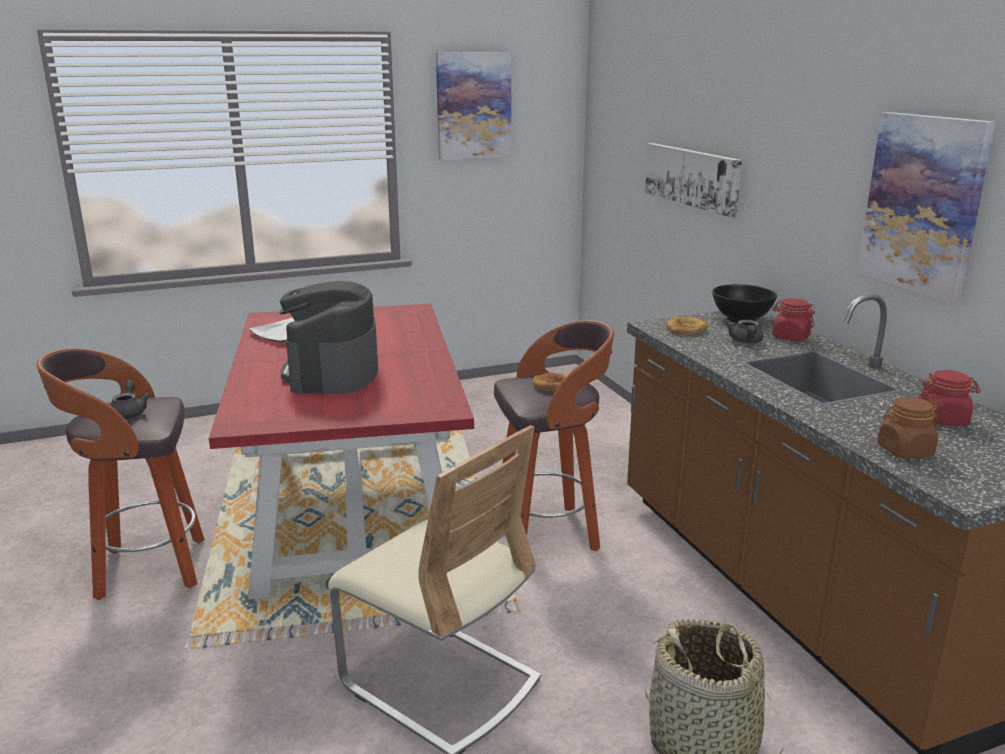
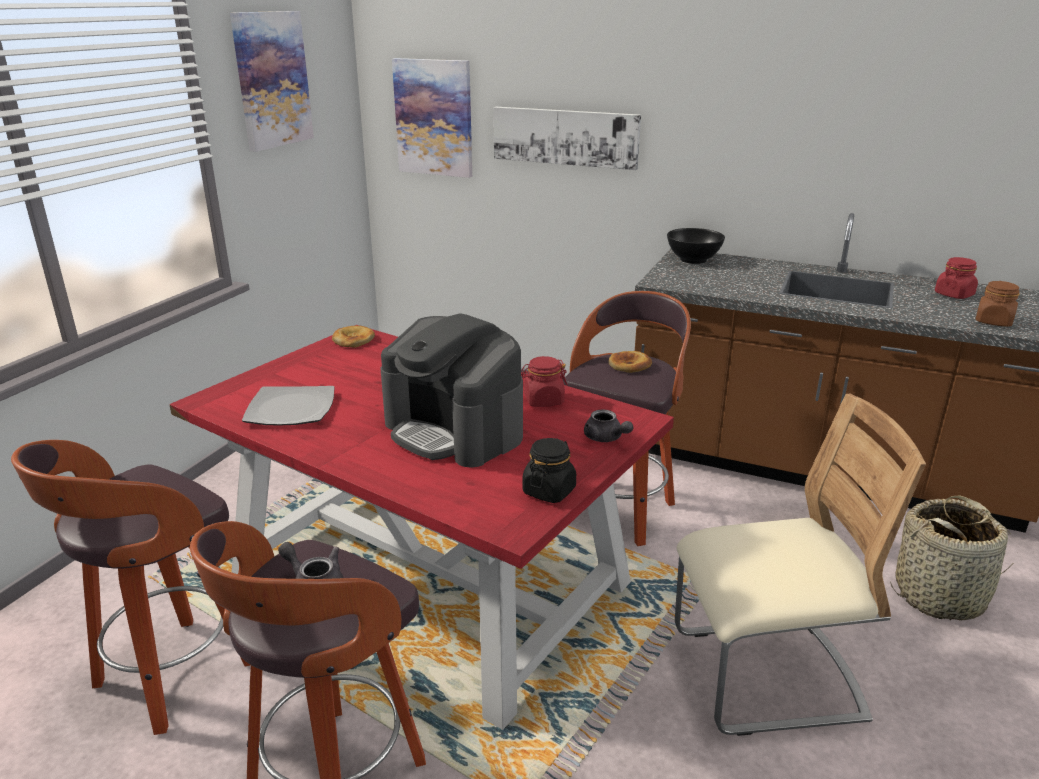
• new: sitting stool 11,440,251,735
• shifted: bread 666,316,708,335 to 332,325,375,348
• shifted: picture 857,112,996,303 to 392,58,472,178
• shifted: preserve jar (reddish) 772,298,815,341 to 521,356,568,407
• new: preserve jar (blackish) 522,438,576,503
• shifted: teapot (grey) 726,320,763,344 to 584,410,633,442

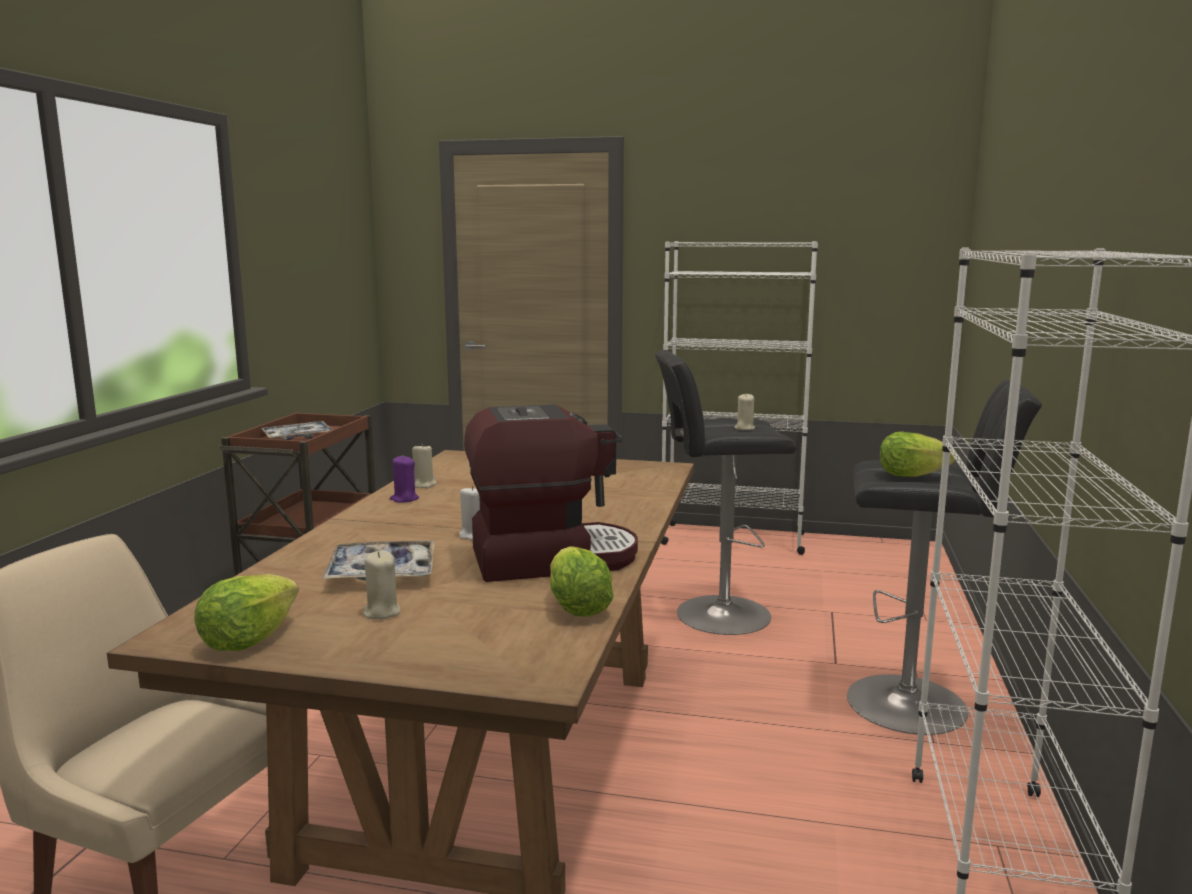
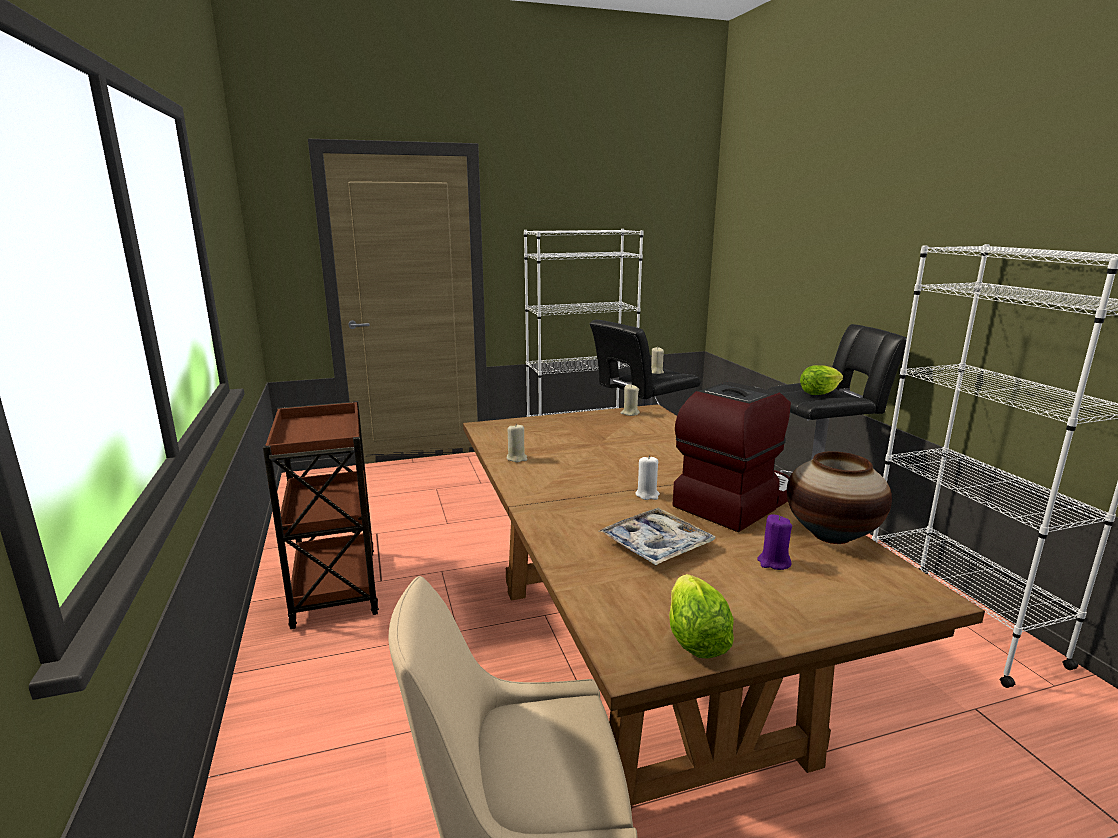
• shifted: wax light (beige) 363,551,400,619 to 620,384,640,416
• shifted: wax light (purple) 390,455,419,503 to 757,514,792,570
• swapped: lettuce head 550,546,614,617 to vase 787,451,892,544
• gone: serving tray 262,421,333,440

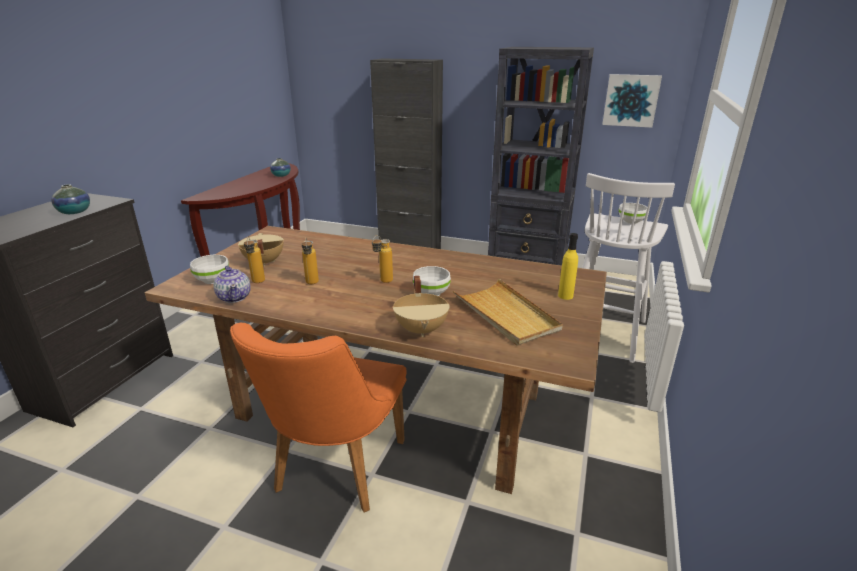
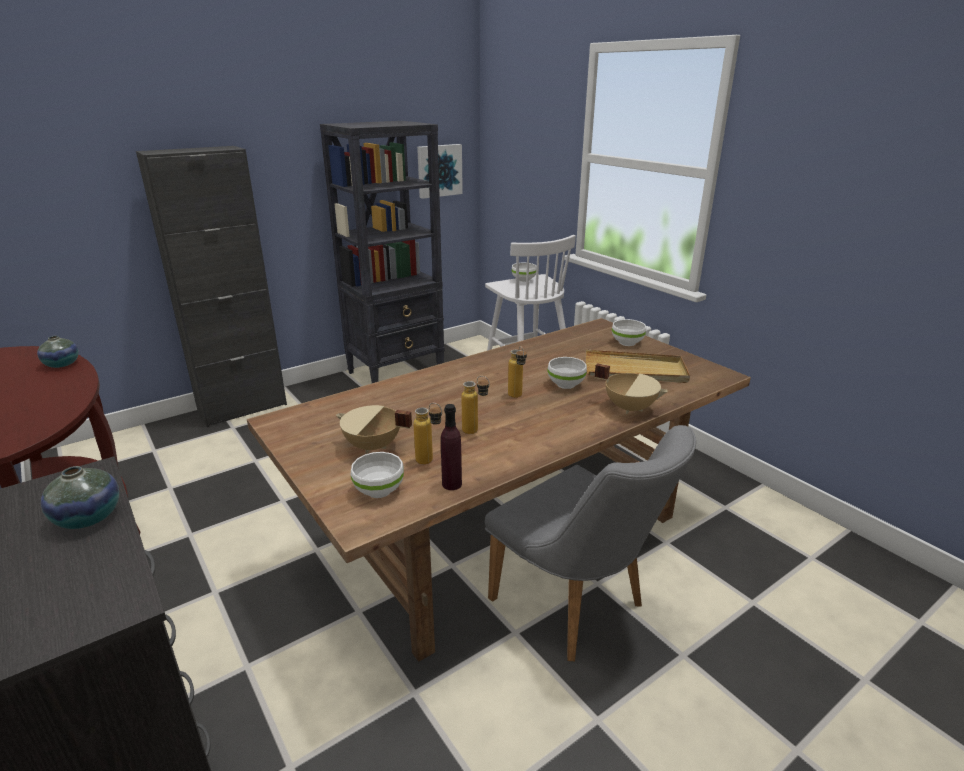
• swapped: teapot 213,265,251,303 to bottle (purple) 441,404,462,490
• repainted: upright chair (orange-coloured) 230,323,407,513 to upright chair (grey) 485,425,696,661
• swapped: bottle (yellowish) 558,233,578,300 to serving bowl (whitish) 612,319,646,346

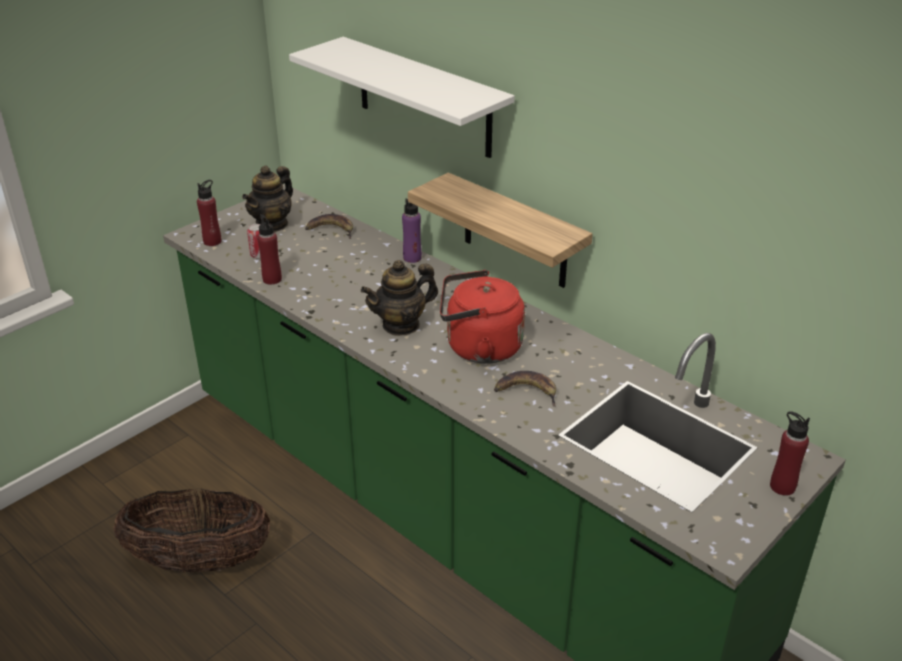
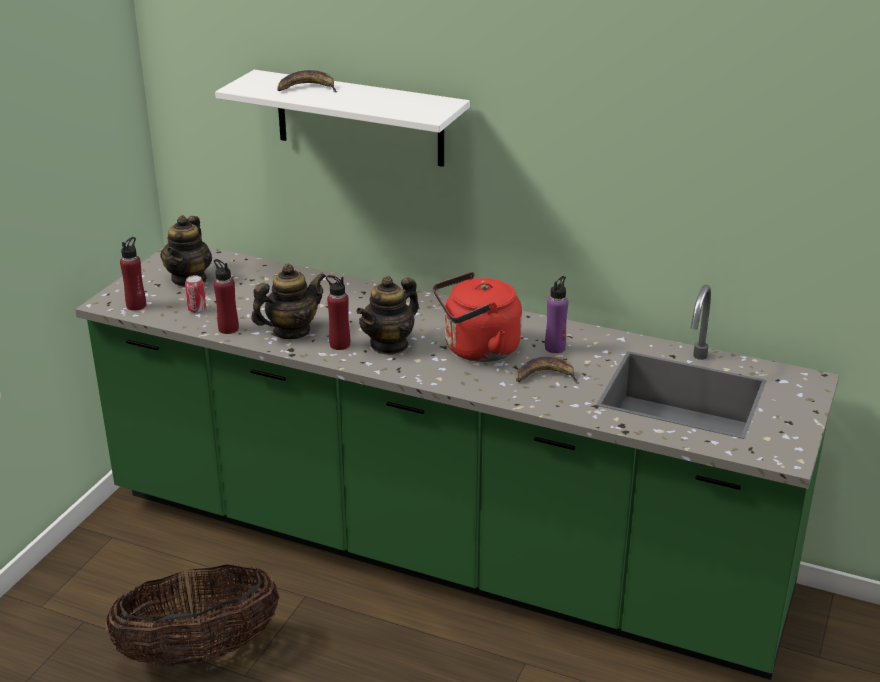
• new: teapot 251,264,326,339
• shifted: whole banana 305,214,353,239 to 277,70,337,92
• shifted: bottle (reddish) 770,411,810,496 to 326,275,350,350
• shifted: bottle (purple) 402,198,422,263 to 545,276,568,353
• gone: wall shelf 408,173,593,288

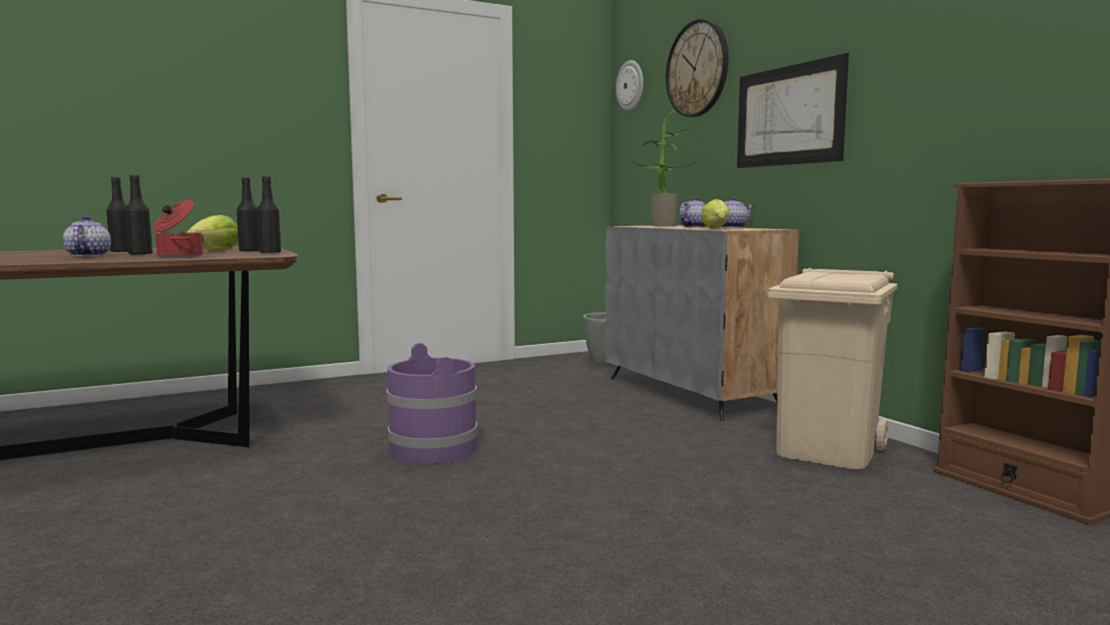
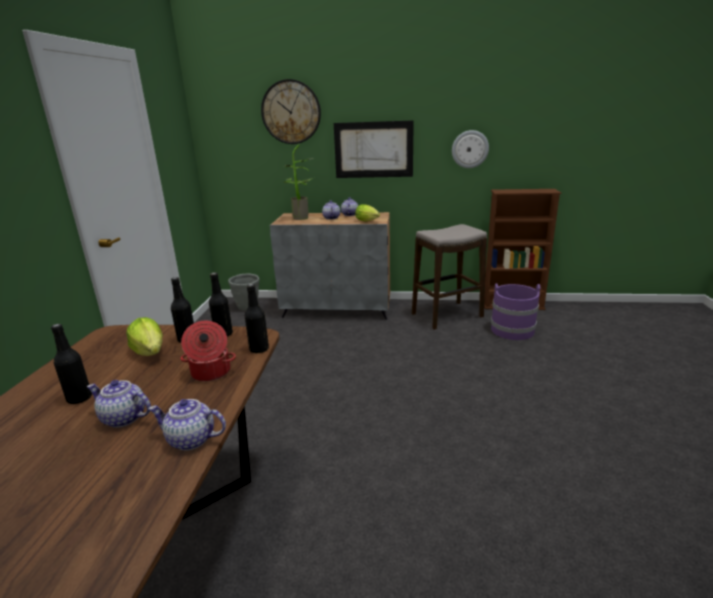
• new: teapot 148,399,226,451
• shifted: bottle (blackish) 125,175,153,255 to 245,284,269,354
• swapped: trash can (beige) 768,268,897,469 to sitting stool 412,224,487,330
• shifted: hanging clock 616,60,643,111 to 452,130,489,168
• shifted: water bucket (purple) 386,343,478,464 to 491,283,540,340

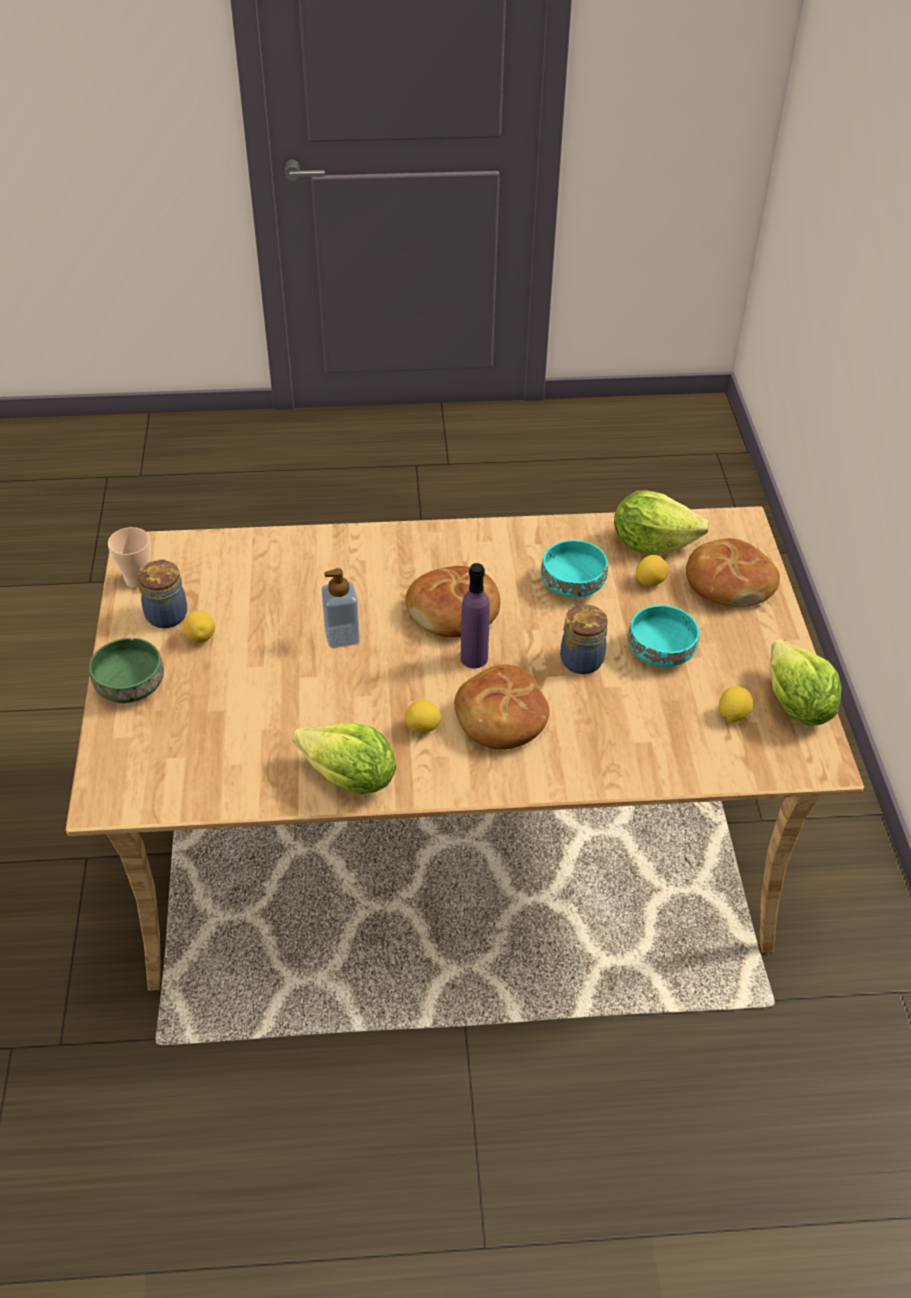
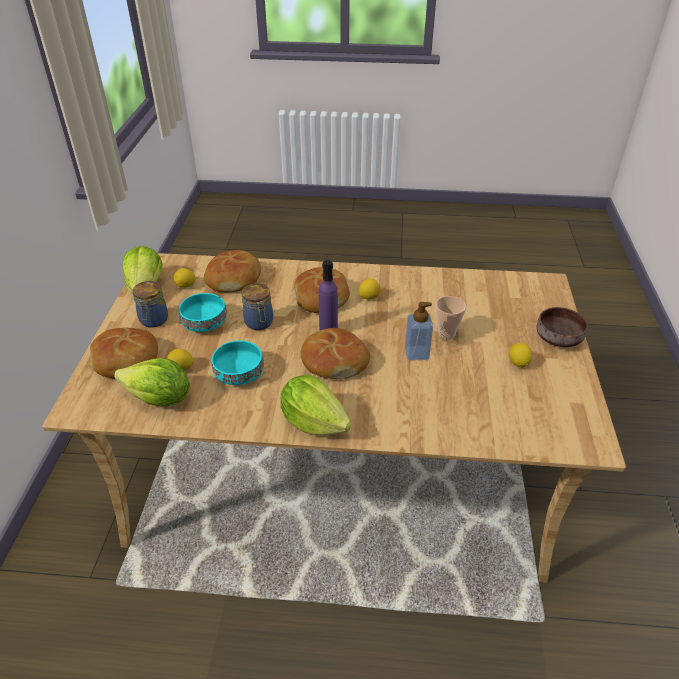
• shifted: preserve jar 138,559,187,628 to 132,281,168,328
• new: bread 204,250,261,292
• shifted: lettuce head 293,723,396,794 to 281,375,352,435
• shifted: drinking cup 108,527,151,588 to 436,296,466,340
• repainted: serving bowl (green) 89,638,164,703 to serving bowl (brown) 536,307,588,347

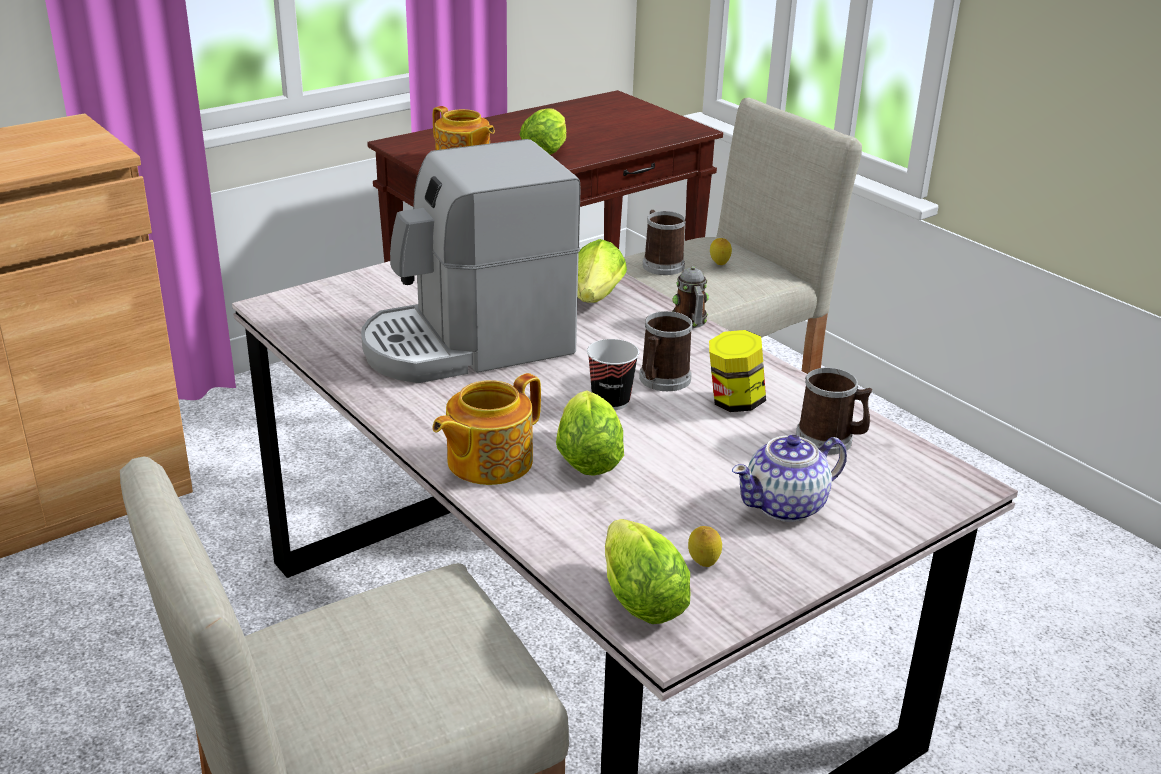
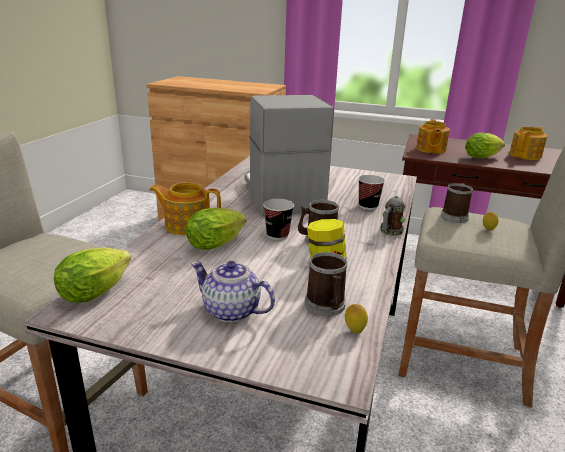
• rotated: coffee brewer 361,139,581,383 = 245,95,334,216 45 degrees clockwise
• shifted: lemon 688,526,722,567 to 345,304,368,334
• swapped: lettuce head 577,239,627,303 to drinking cup 358,175,385,210
• new: teapot 509,126,547,160

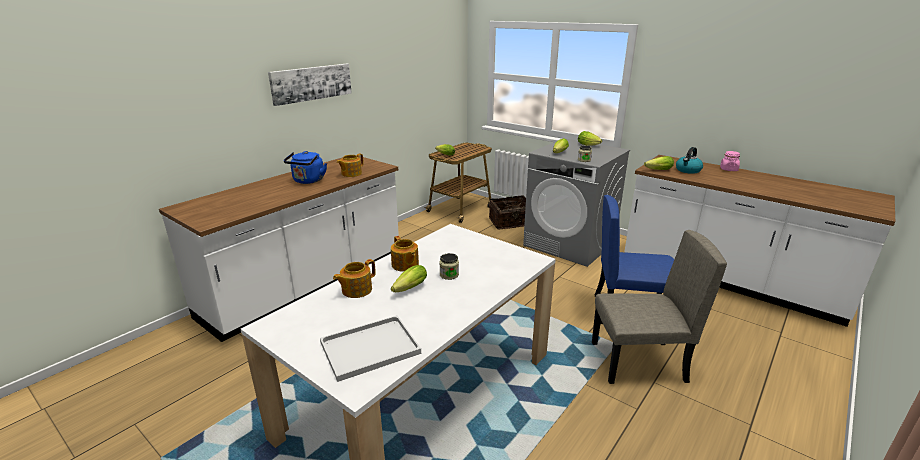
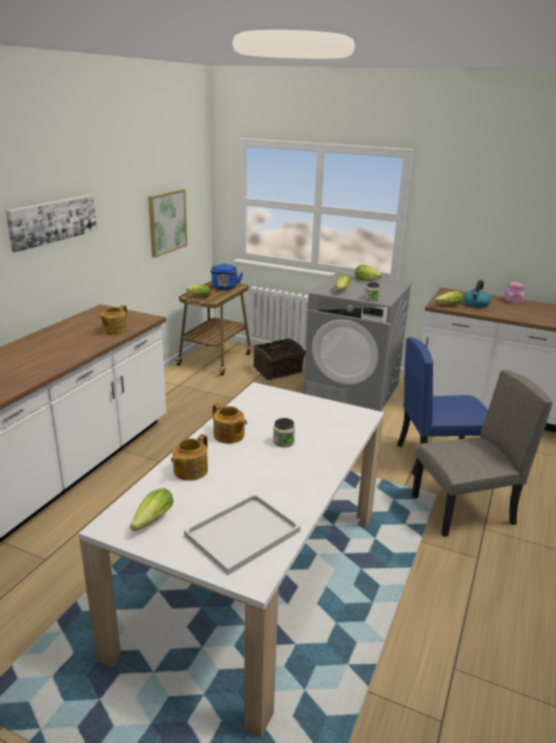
• shifted: lettuce head 391,265,427,292 to 130,488,173,531
• new: picture 148,189,187,258
• shifted: tea kettle (blue) 284,151,327,184 to 211,263,243,290

